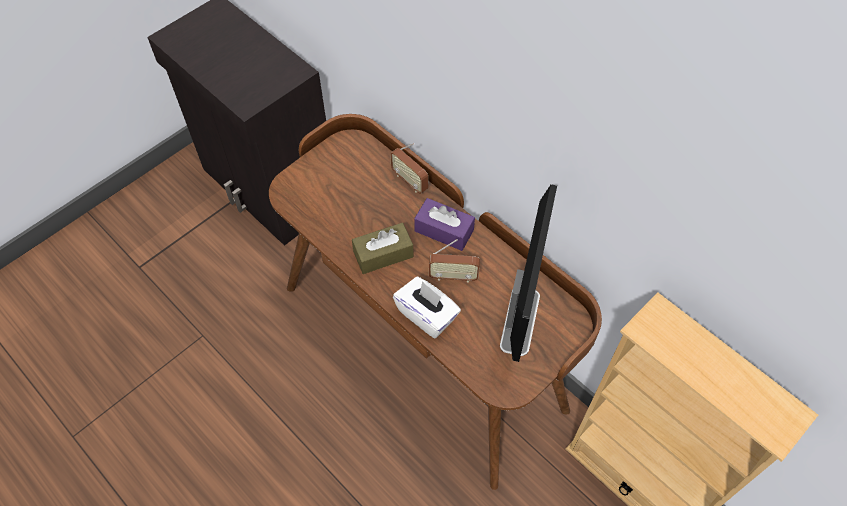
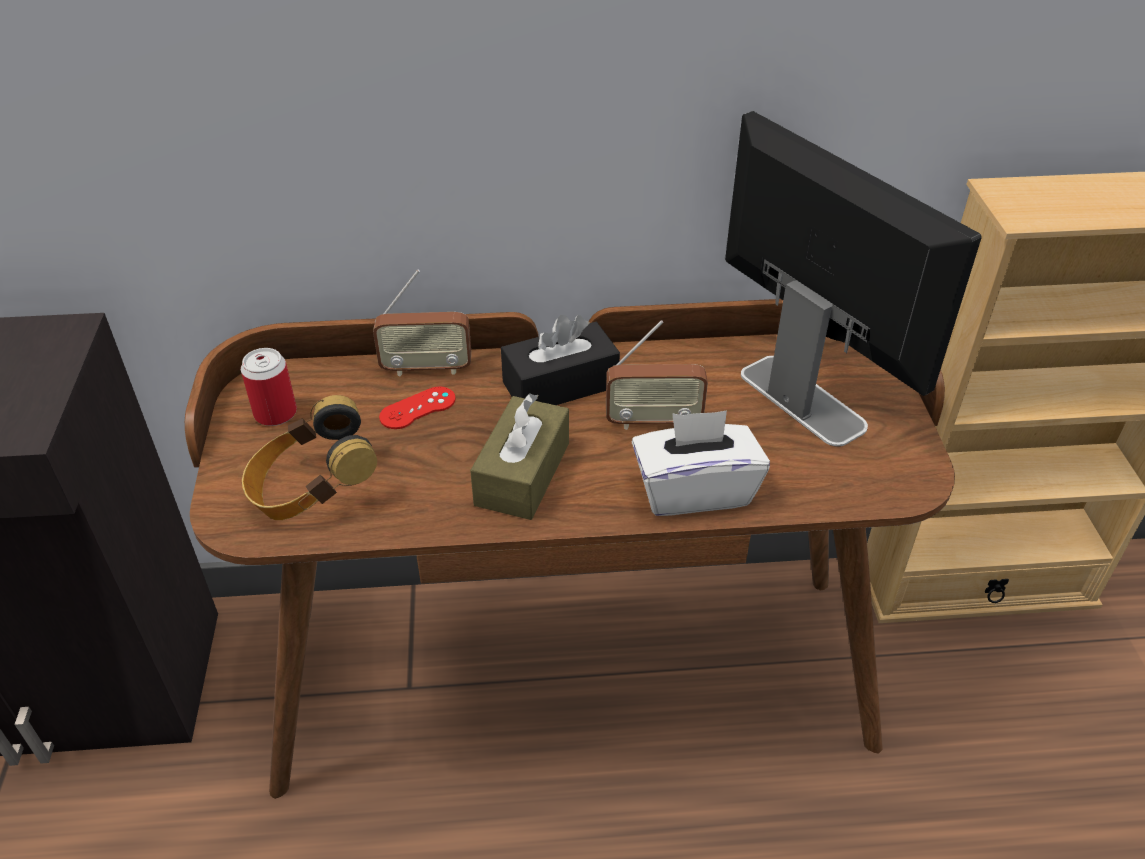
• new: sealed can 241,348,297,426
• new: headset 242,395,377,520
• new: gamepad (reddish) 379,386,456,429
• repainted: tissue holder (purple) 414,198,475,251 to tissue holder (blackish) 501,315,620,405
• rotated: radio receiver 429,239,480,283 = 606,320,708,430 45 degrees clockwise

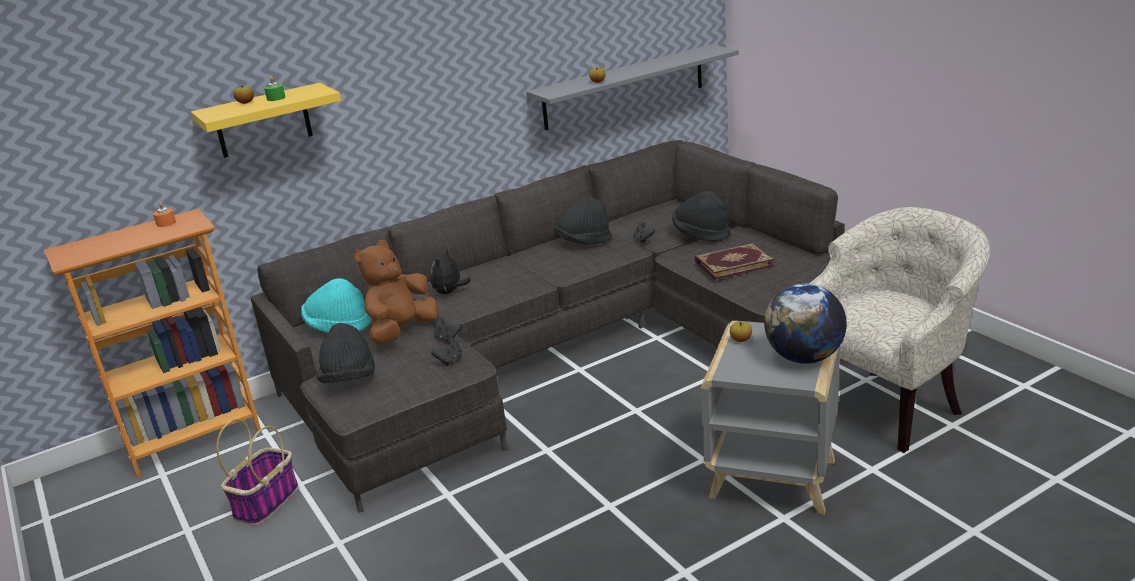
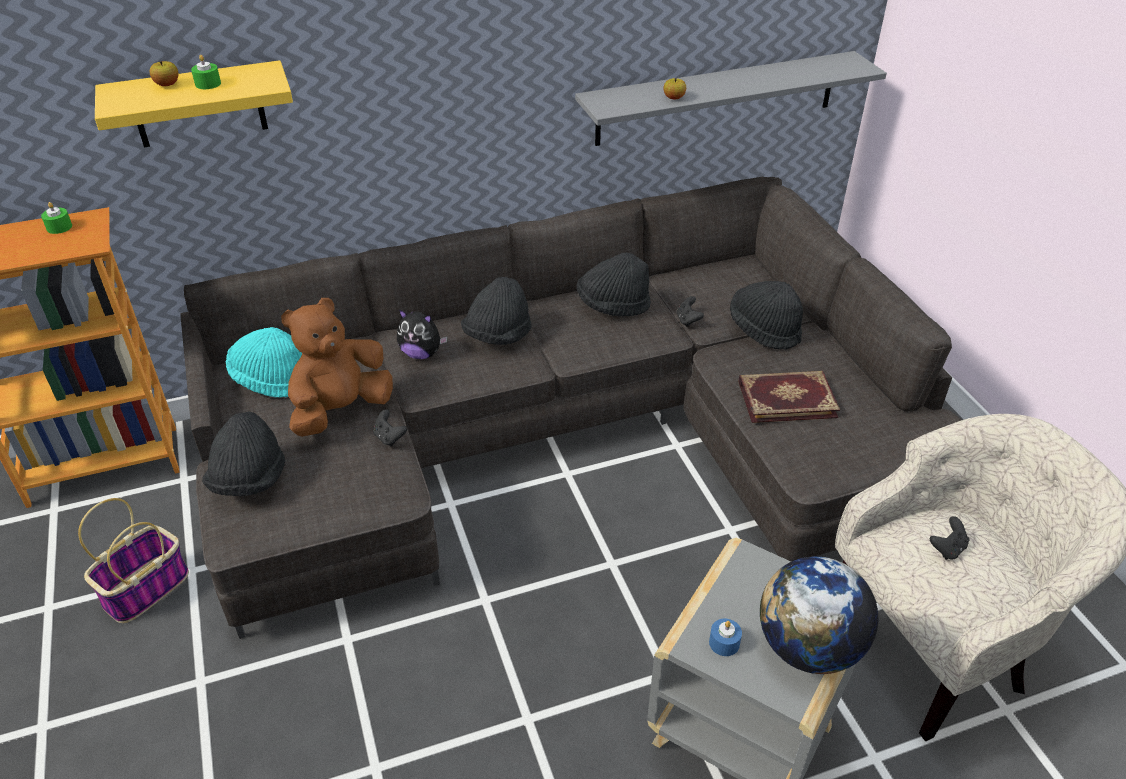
• repainted: wax light (orange-coloured) 153,202,176,227 to wax light (green) 41,202,72,234
• rotated: plush toy 430,247,471,294 = 397,309,448,359 105 degrees counterclockwise
• new: hat (blackish) 461,277,532,345
• new: wax light (blue) 709,619,742,656
• shifted: gamepad (blackish) 431,338,462,366 to 930,516,970,560
• gone: apple 730,321,752,342

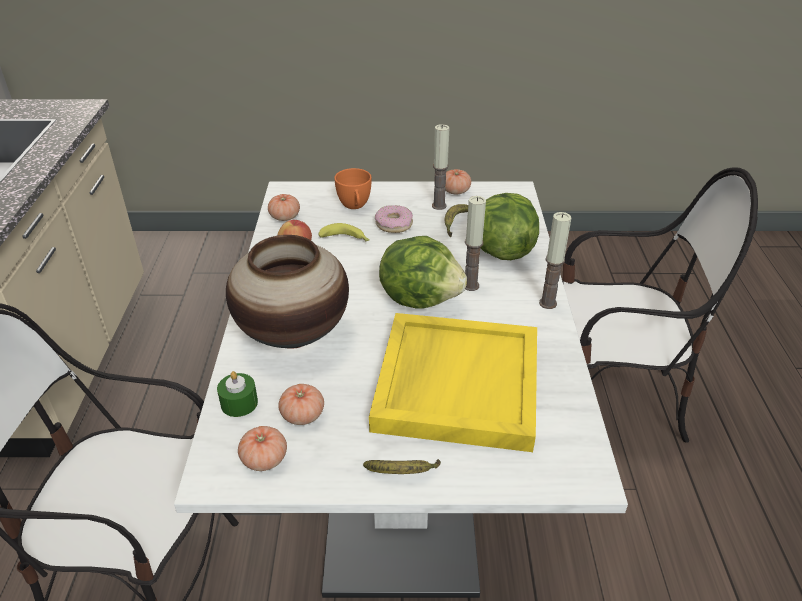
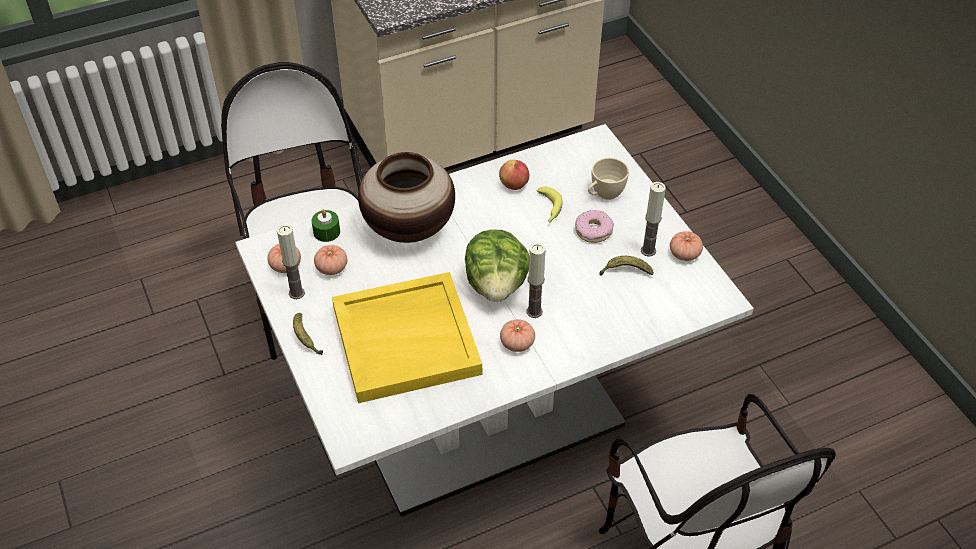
• shifted: wax light 539,212,571,309 to 277,224,305,299
• shifted: fresh tomato 268,194,300,221 to 500,319,535,352
• repainted: drinking cup (orange-coloured) 334,168,372,209 to drinking cup (beige) 588,158,629,200
• gone: lettuce head 480,193,539,260

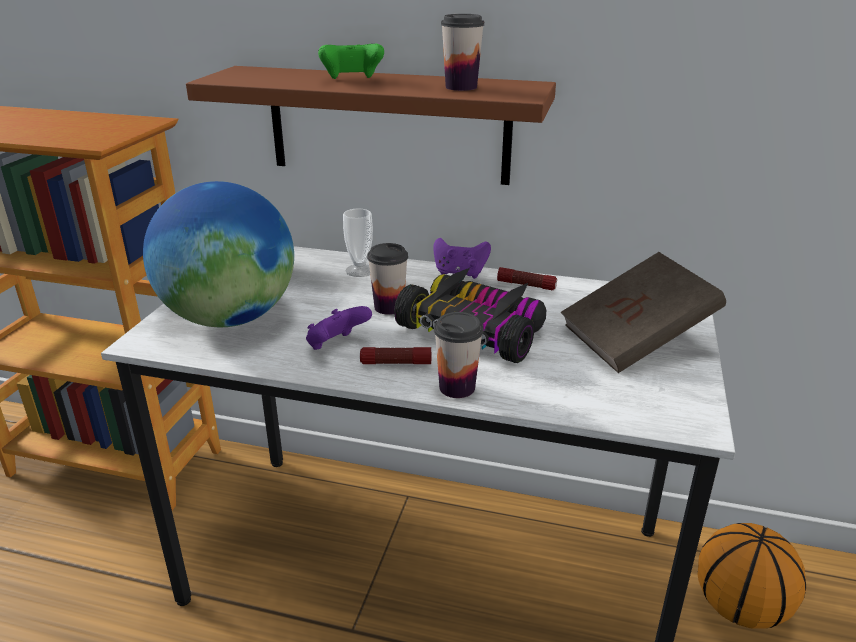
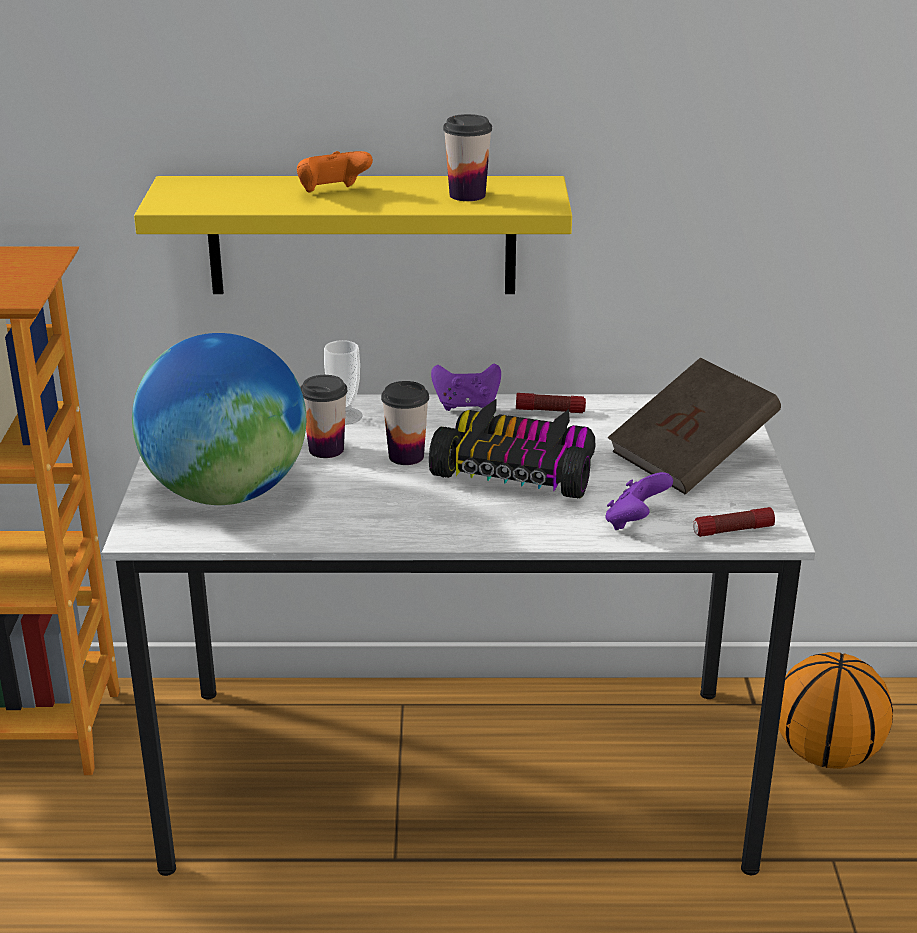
• repainted: wall shelf (brown) 186,66,556,185 to wall shelf (yellowish) 134,176,572,294
• repainted: gamepad (green) 318,44,384,79 to gamepad (orange-coloured) 297,151,373,193
• shifted: drinking cup 434,312,484,398 to 300,375,347,458
• shifted: gamepad (purple) 306,306,372,350 to 605,472,673,530
• shifted: hand torch 360,347,431,364 to 693,507,775,537

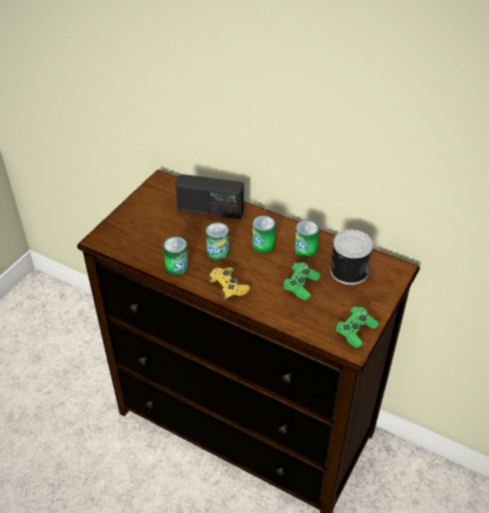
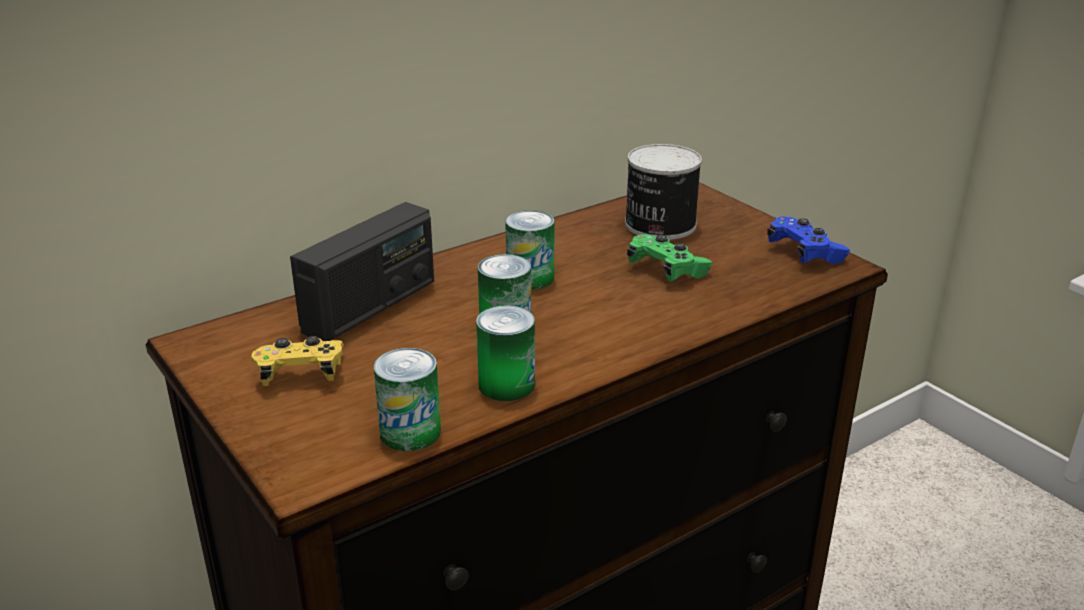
• shifted: gamepad (yellowish) 208,267,250,299 to 251,336,344,386
• shifted: sealed can 295,220,319,258 to 373,348,441,451
• repainted: gamepad (green) 336,306,379,348 to gamepad (blue) 767,216,850,264

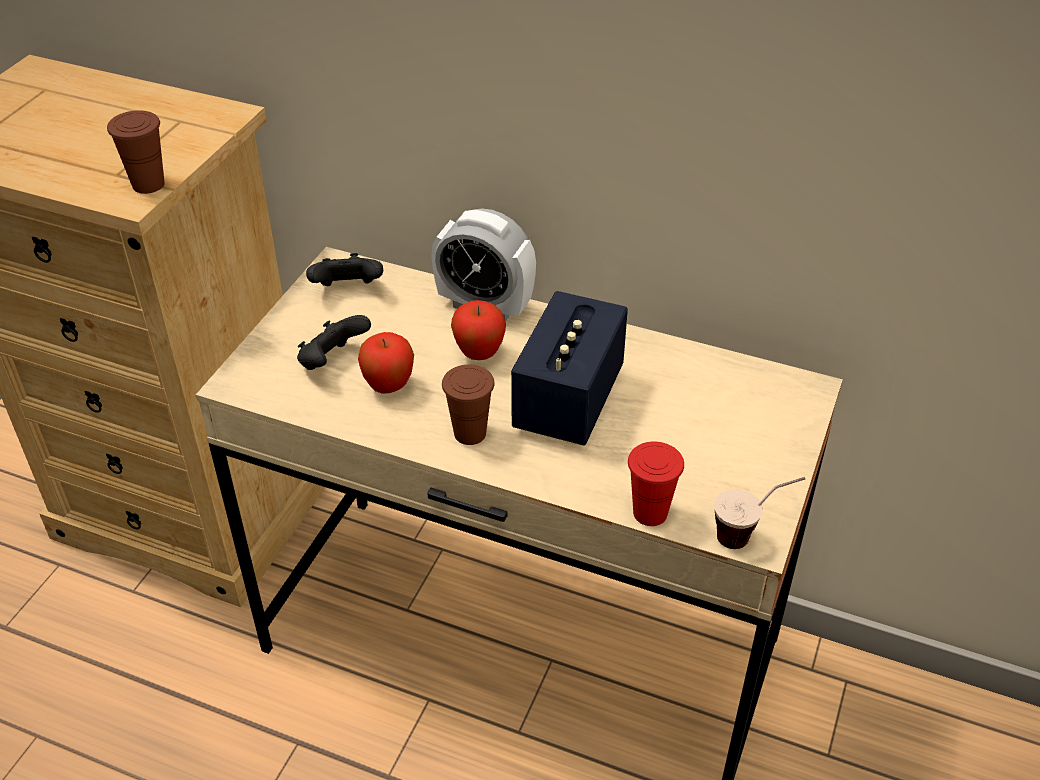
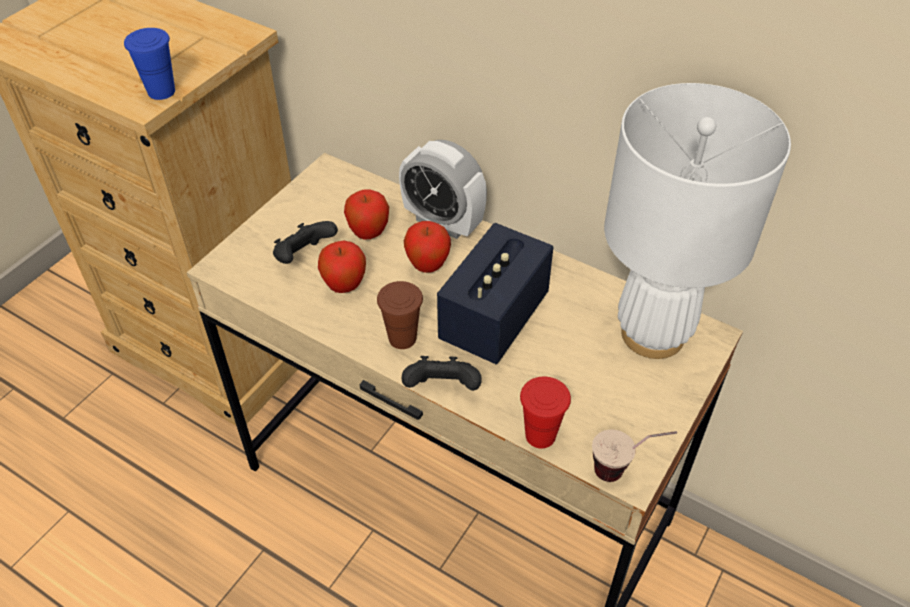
• repainted: drinking cup (brown) 107,110,165,194 to drinking cup (blue) 124,28,175,100
• new: apple 344,189,389,240
• shifted: gamepad (blackish) 306,253,383,286 to 402,356,482,391
• new: lamp for a table (whitish) 604,83,791,359

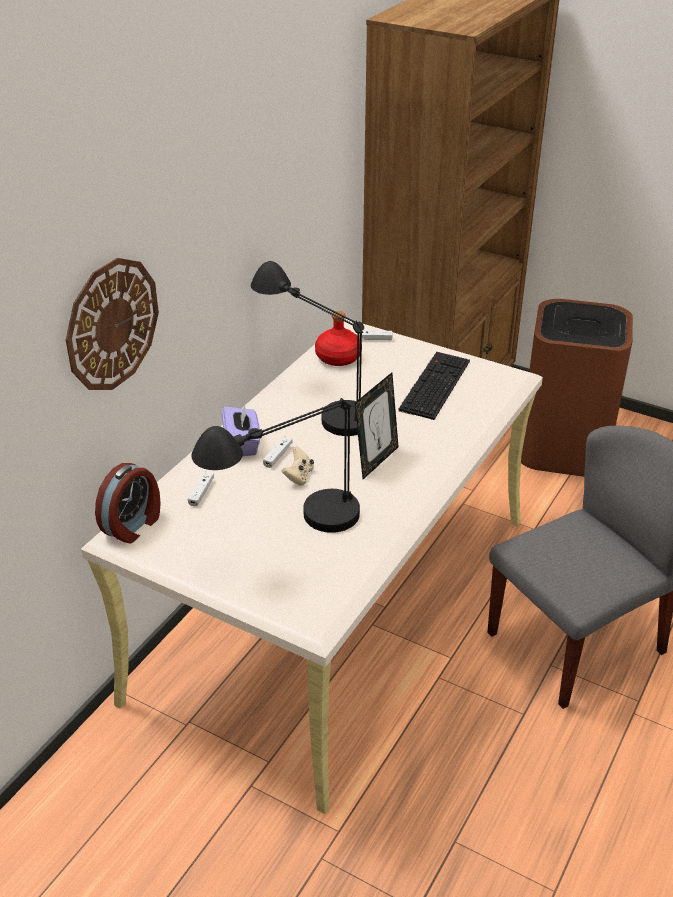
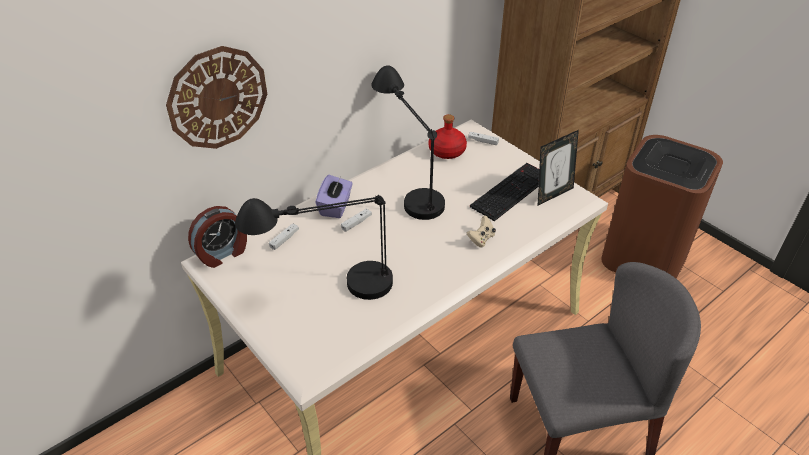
• shifted: gamepad (beige) 282,447,314,486 to 467,215,496,247
• shifted: standing frame 355,373,399,479 to 537,130,579,206

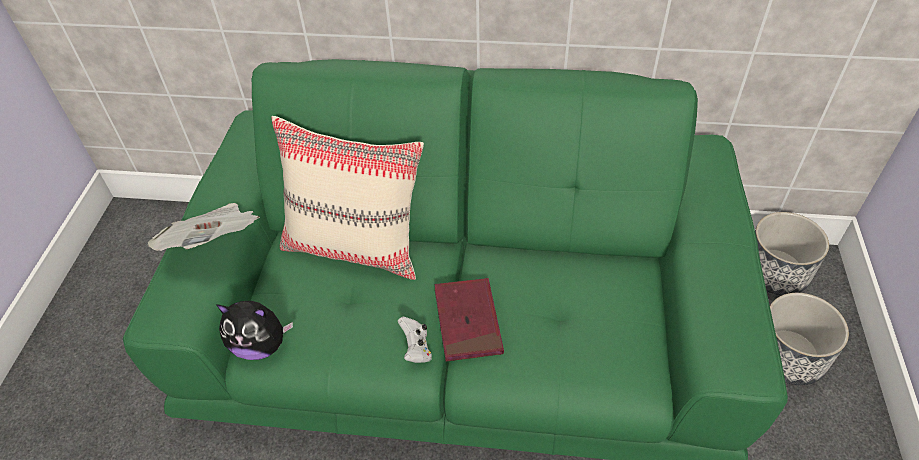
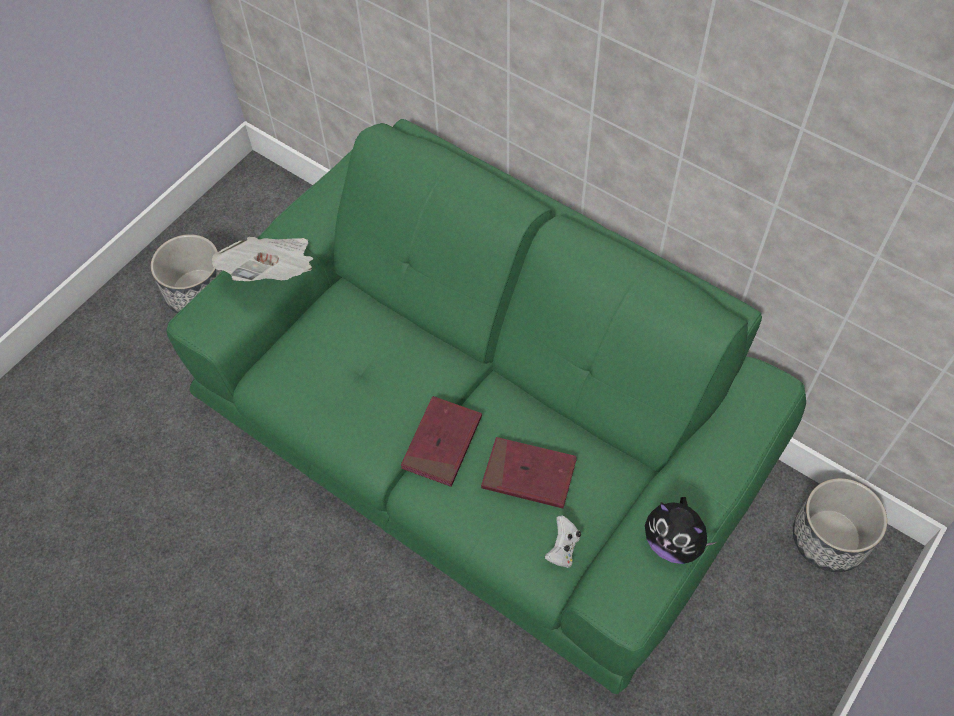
• shifted: planter 770,293,849,385 to 151,234,223,313
• new: book (reddish) 481,437,577,508
• shifted: gamepad (whitish) 398,317,432,363 to 544,516,581,568
• shifted: plush toy 216,301,293,360 to 645,497,717,564
• gone: throw pillow (beige) 271,116,424,280

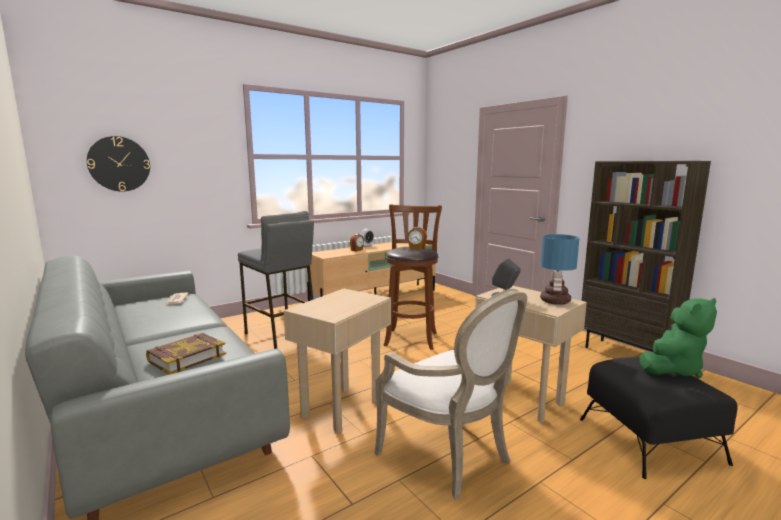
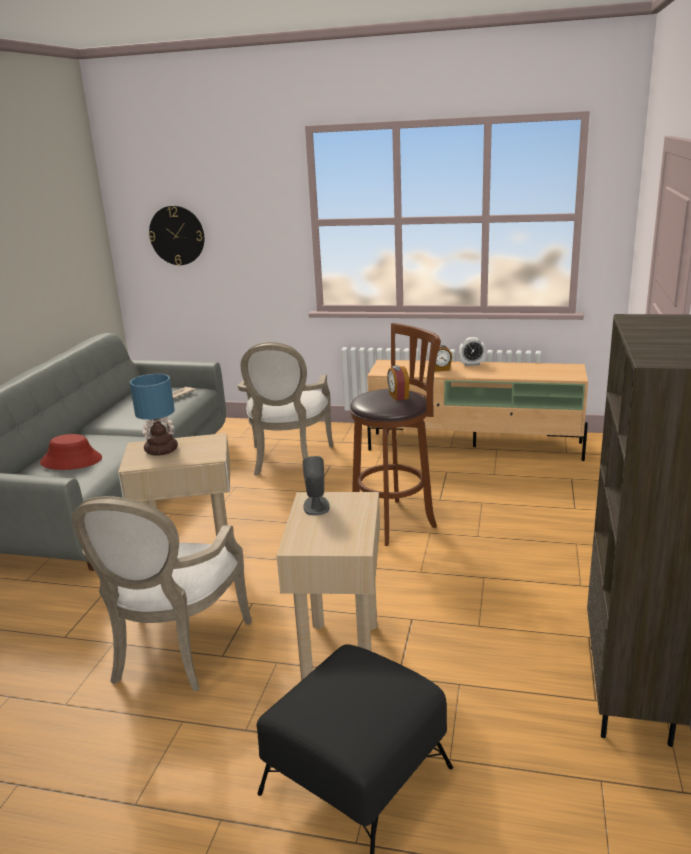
• swapped: book 146,333,226,375 to hat (reddish) 40,434,102,470
• shifted: lamp for a table 540,234,579,305 to 130,374,178,456
• swapped: sitting stool (grey) 238,211,314,349 to lounge chair 238,342,333,476
• gone: plush toy (green) 640,298,717,379

